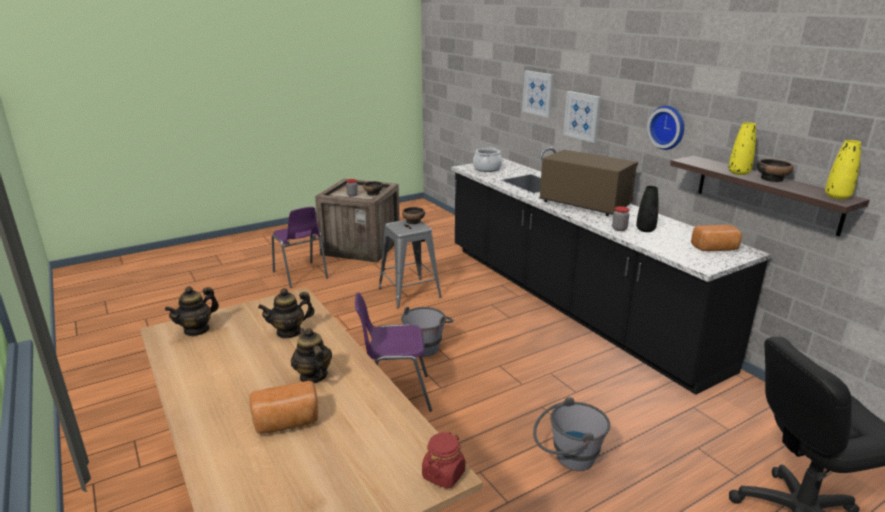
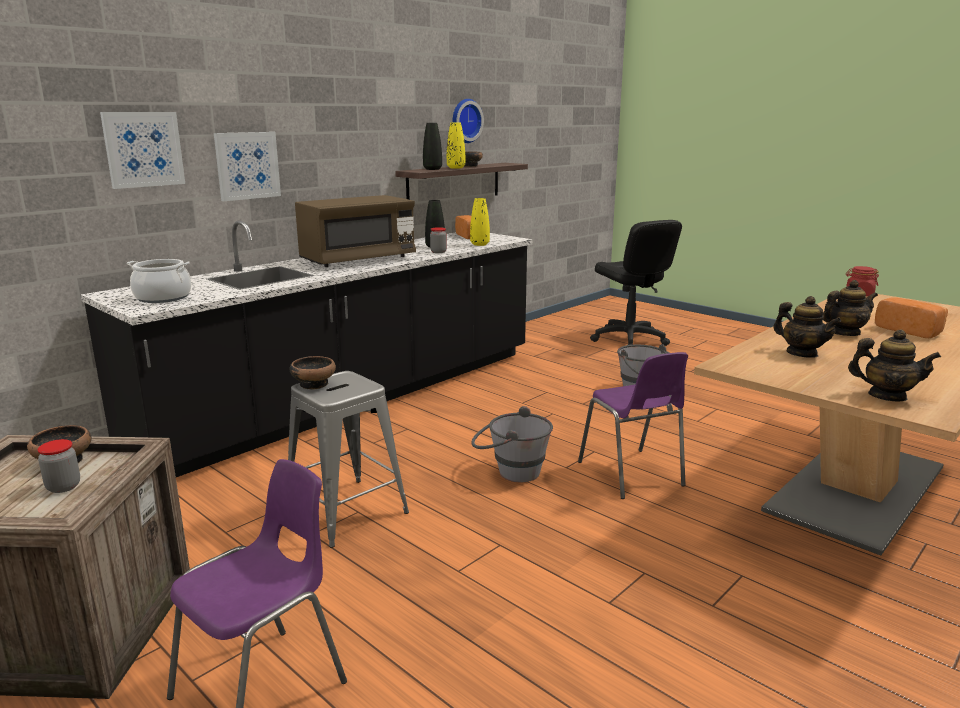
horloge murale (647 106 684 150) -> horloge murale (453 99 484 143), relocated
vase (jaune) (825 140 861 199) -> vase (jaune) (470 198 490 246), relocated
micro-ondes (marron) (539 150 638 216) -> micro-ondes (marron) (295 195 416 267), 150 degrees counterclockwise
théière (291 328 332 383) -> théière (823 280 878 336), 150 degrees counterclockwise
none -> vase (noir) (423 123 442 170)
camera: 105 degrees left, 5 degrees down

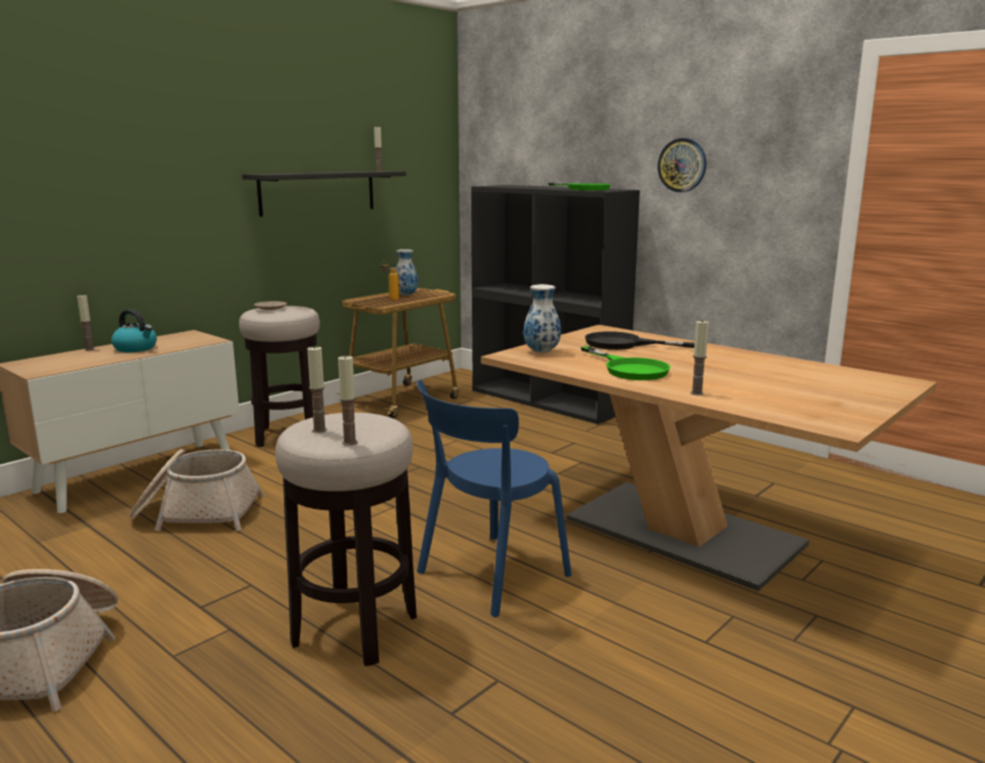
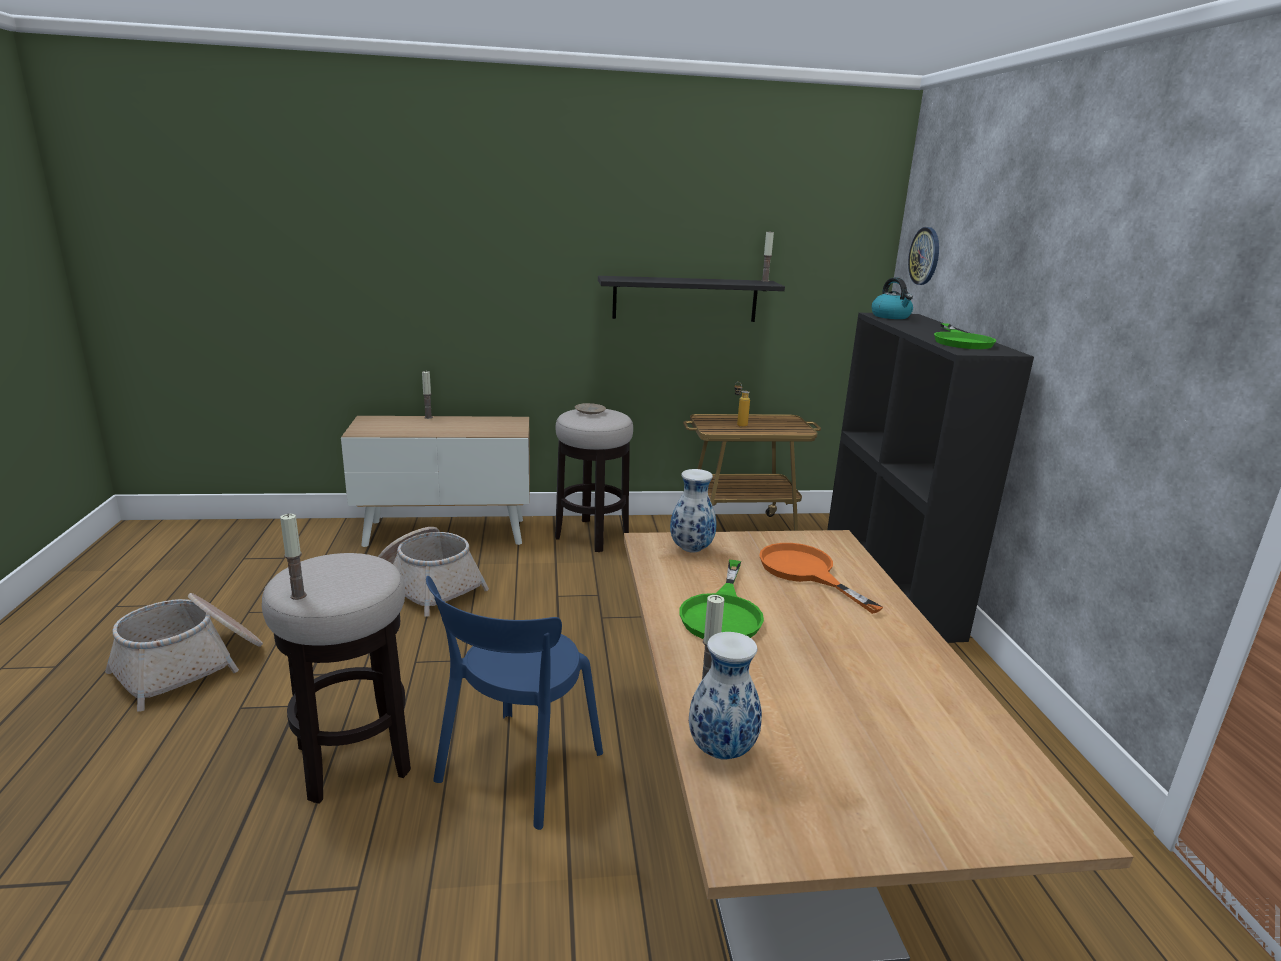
horloge murale (657 138 706 192) -> horloge murale (908 227 939 285), relocated
vase (396 249 418 296) -> vase (689 632 762 760), relocated
bouilloire (111 309 157 352) -> bouilloire (871 277 913 319), relocated
poêle (noir) (585 331 695 350) -> poêle (orange) (759 543 883 614)
bougie (307 345 327 433) -> none
chaise (bleu) (417 380 572 617) -> chaise (bleu) (426 576 603 830), 60 degrees counterclockwise
camera: 40 degrees right, 5 degrees up

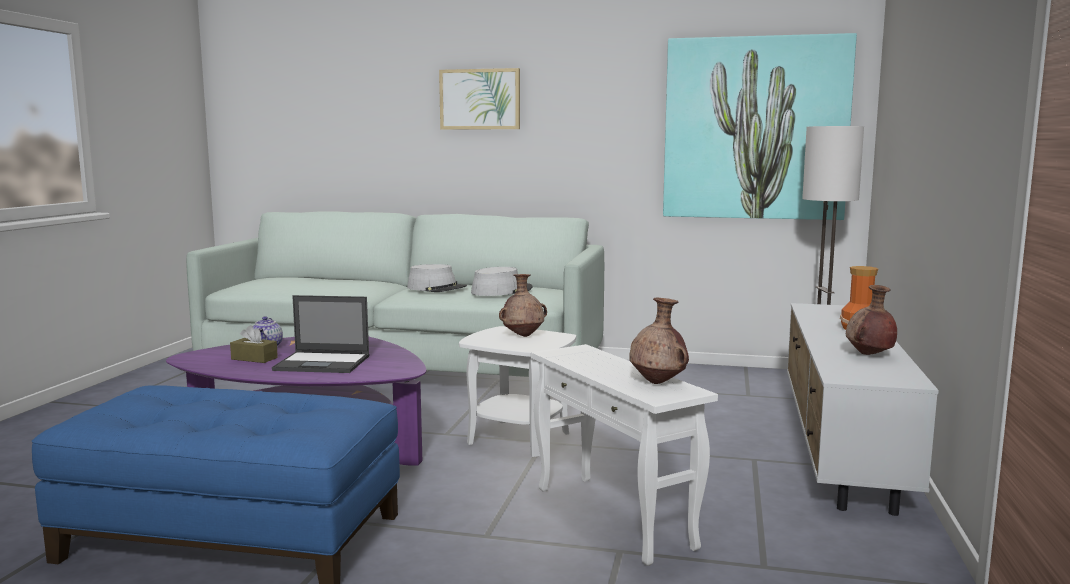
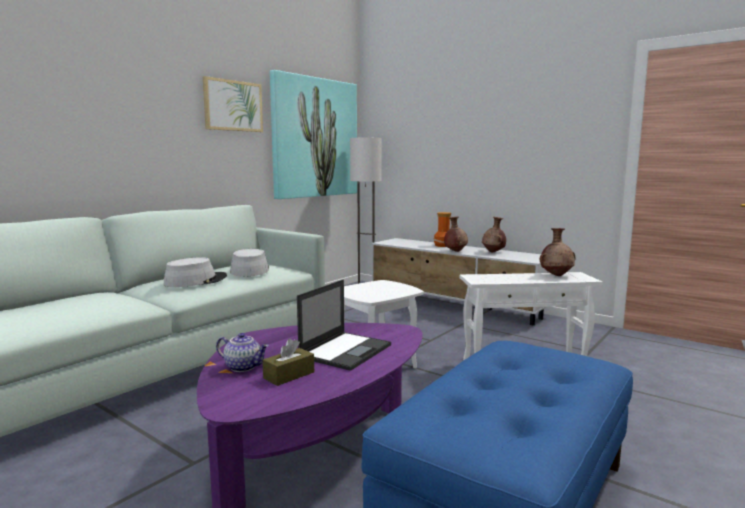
tableau (439 68 520 130) -> tableau (203 76 263 132), relocated
vase (marron) (499 274 547 337) -> vase (marron) (444 217 468 252), relocated
camera: 65 degrees left, 0 degrees up

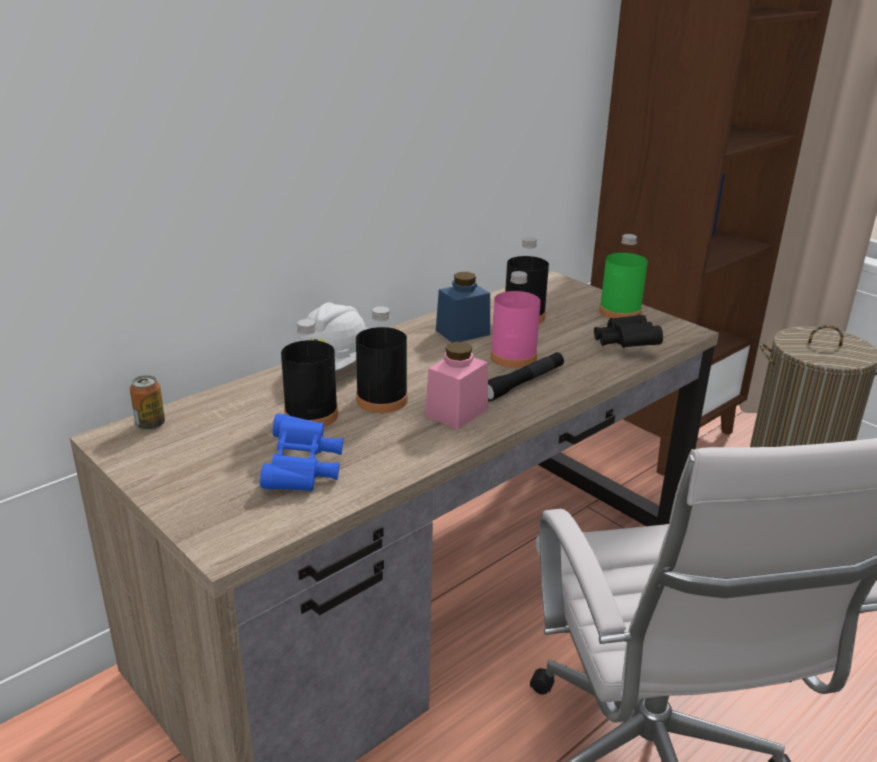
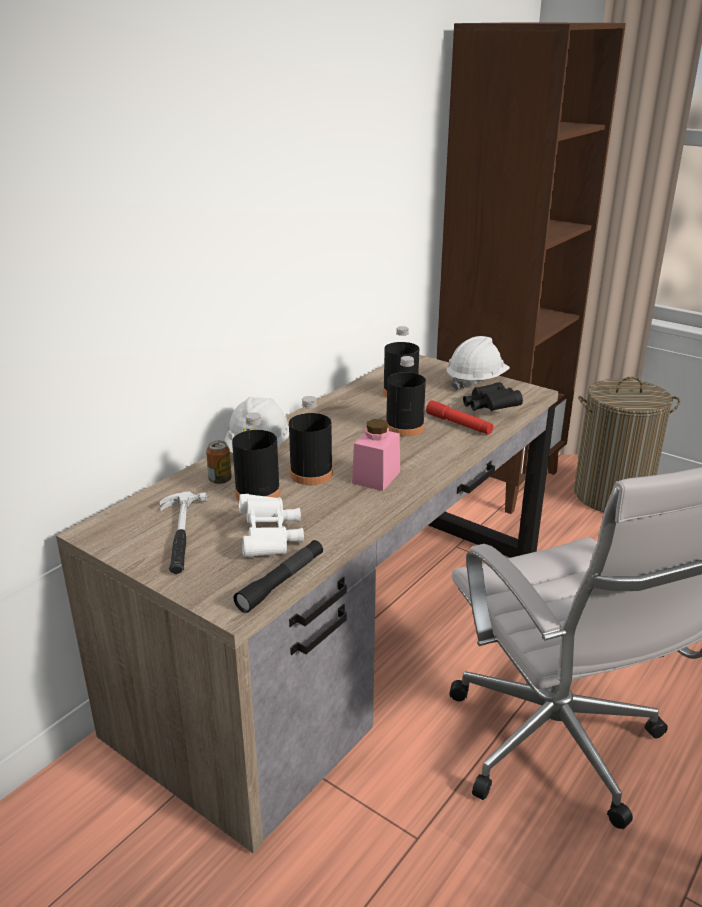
bouteille (vert) (599 234 648 319) -> casque de chantier (blanc) (447 336 510 391)
bouteille (rose) (490 271 541 368) -> bouteille (noir) (386 356 426 437)
bocal (bleu) (436 272 490 343) -> none
lampe de poche (noir) (488 352 564 401) -> lampe de poche (noir) (234 540 323 613), relocated
boîte métallique (130 375 165 430) -> boîte métallique (206 441 232 484), relocated
jumelles (bleu) (260 414 343 492) -> jumelles (blanc) (239 494 304 557)
none -> lampe de poche (rouge) (426 400 493 434)
none -> marteau (160 492 207 574)
camera: 10 degrees left, 0 degrees up

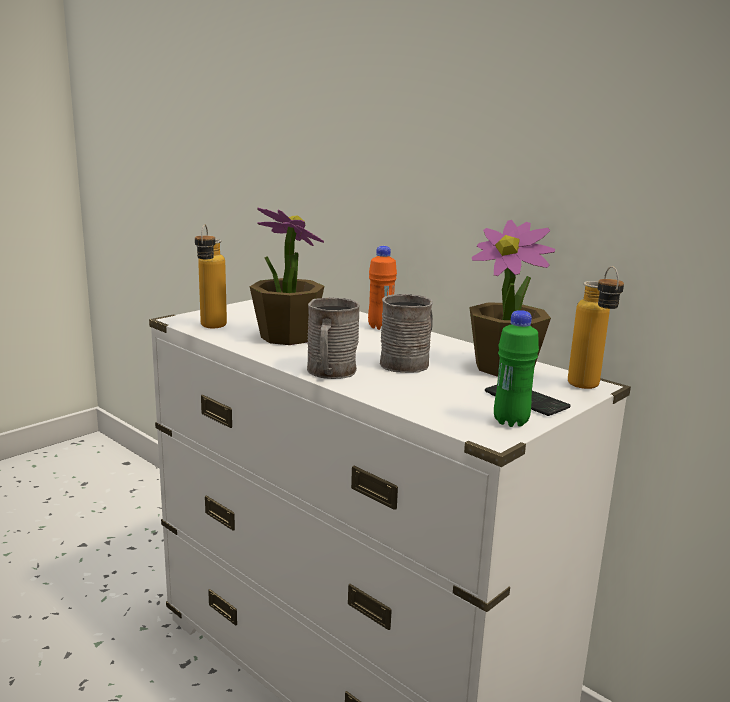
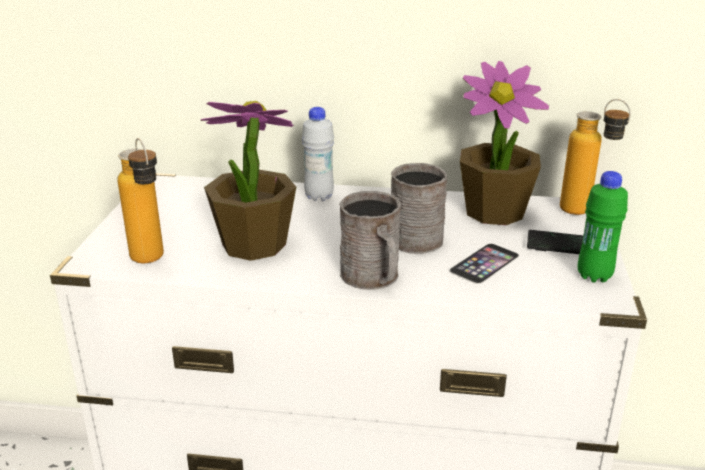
bouteille (orange) (368 246 397 330) -> bouteille (blanc) (302 107 334 201)
none -> téléphone (449 244 519 284)
camera: 35 degrees left, 10 degrees up

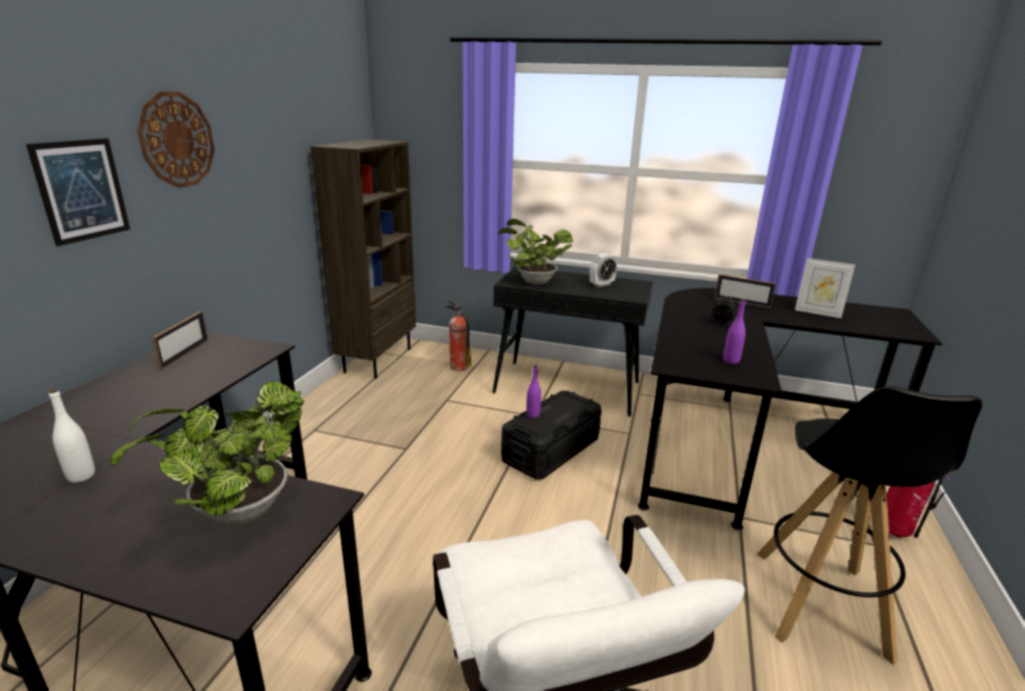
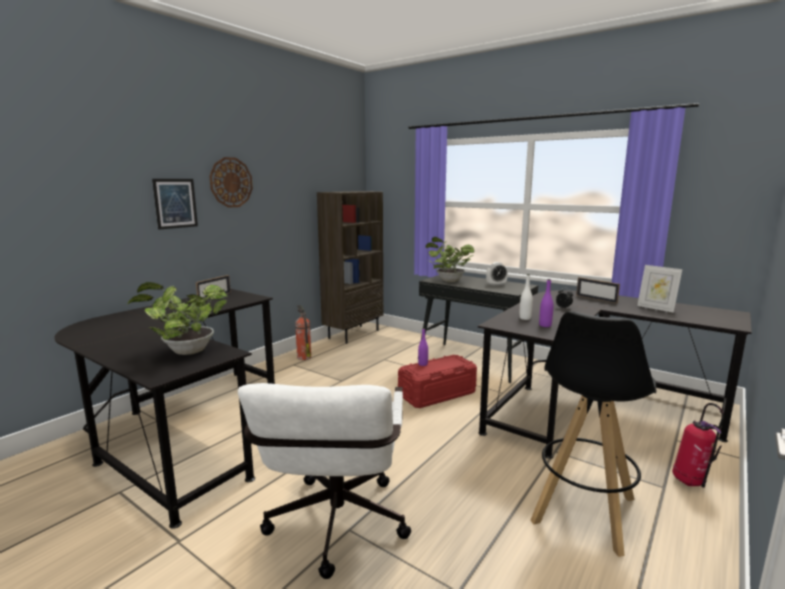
extincteur (446 300 472 371) -> extincteur (295 305 311 360), relocated
bouteille (blanc) (49 388 95 483) -> bouteille (blanc) (519 274 533 320), relocated
boîte de rangement (noir) (501 391 602 480) -> boîte de rangement (rouge) (398 355 477 408)
camera: 20 degrees right, 10 degrees down

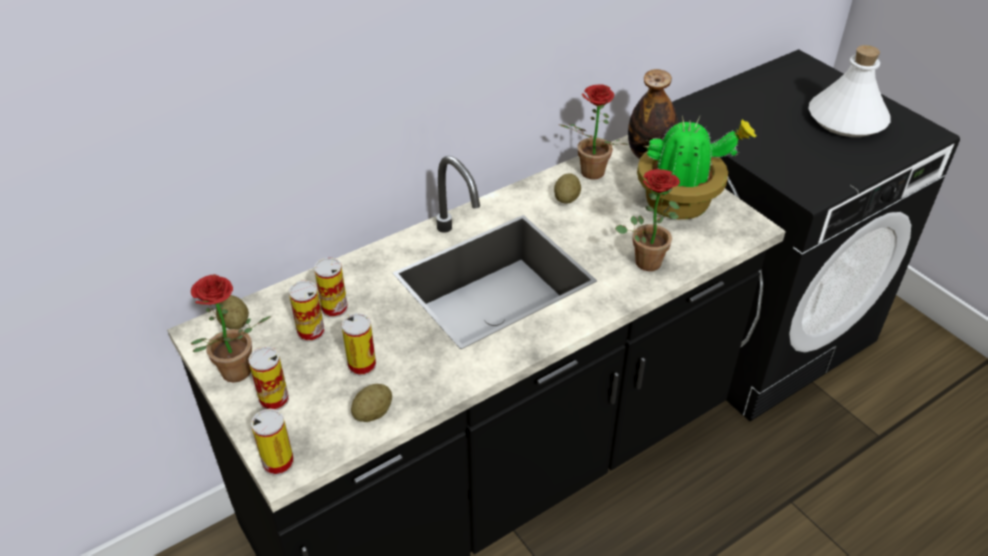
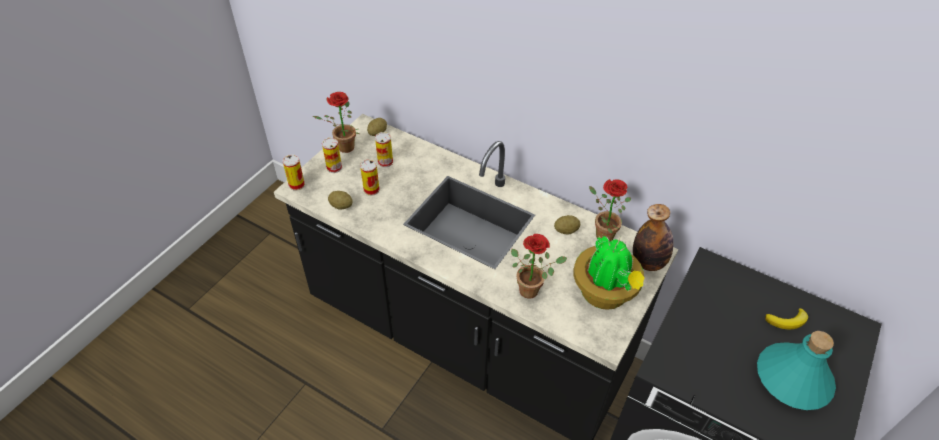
bouteille (blanc) (808 45 891 137) -> bouteille (turquoise) (757 331 836 410)
boîte métallique (314 257 348 318) -> none
none -> banane (765 308 808 329)
camera: 65 degrees right, 5 degrees up

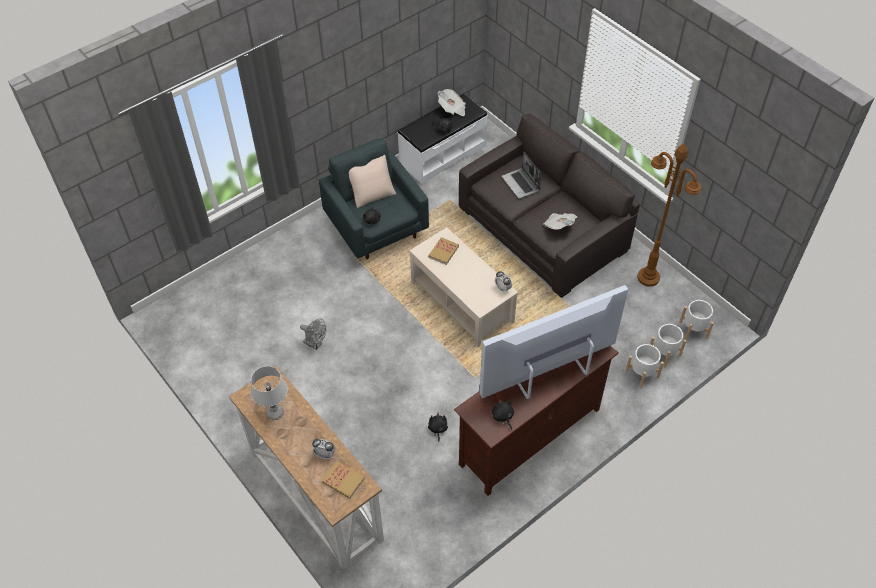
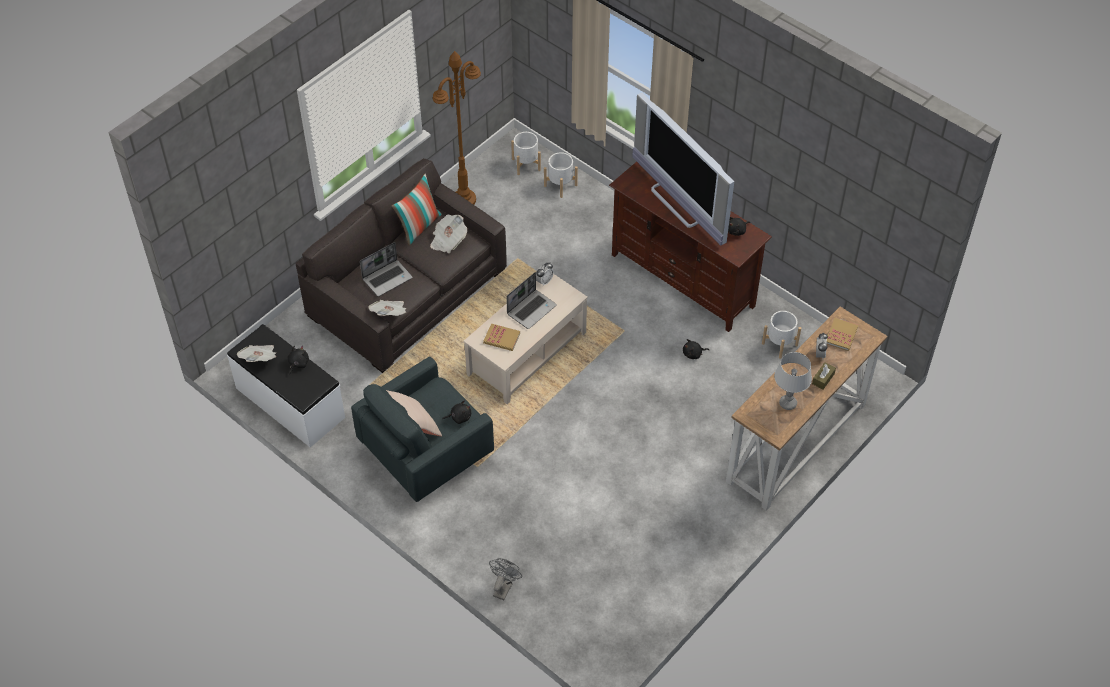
ventilateur (gris) (300 319 326 350) -> ventilateur (gris) (489 558 522 600), relocated
cache-pot (blanc) (625 344 664 388) -> cache-pot (blanc) (762 311 801 359), relocated
none -> coussin (392 174 442 246)
none -> ordinateur portable (506 272 557 329)
none -> journal (368 300 406 316)
none -> boîte à mouchoirs (marron) (812 362 836 389)
camera: 100 degrees left, 0 degrees up

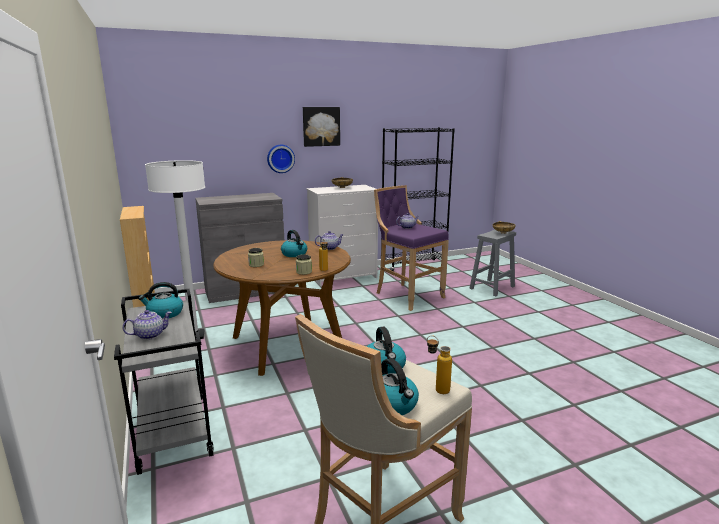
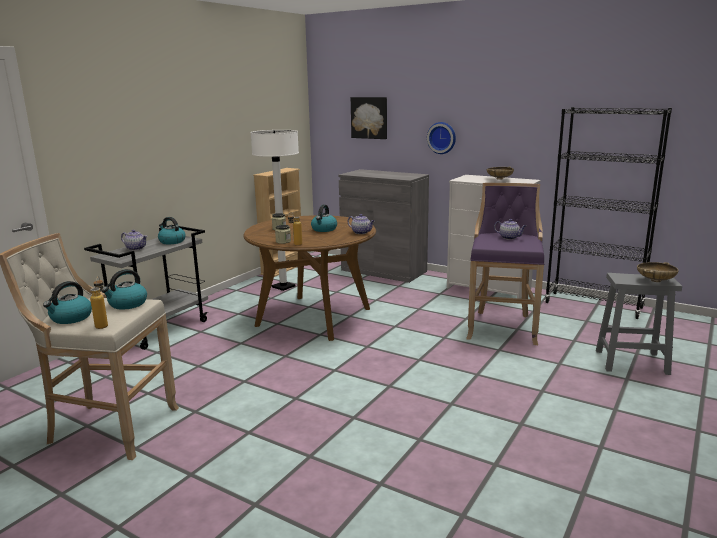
tableau (303 107 340 147) -> tableau (351 97 387 139), relocated
camera: 55 degrees right, 0 degrees up

